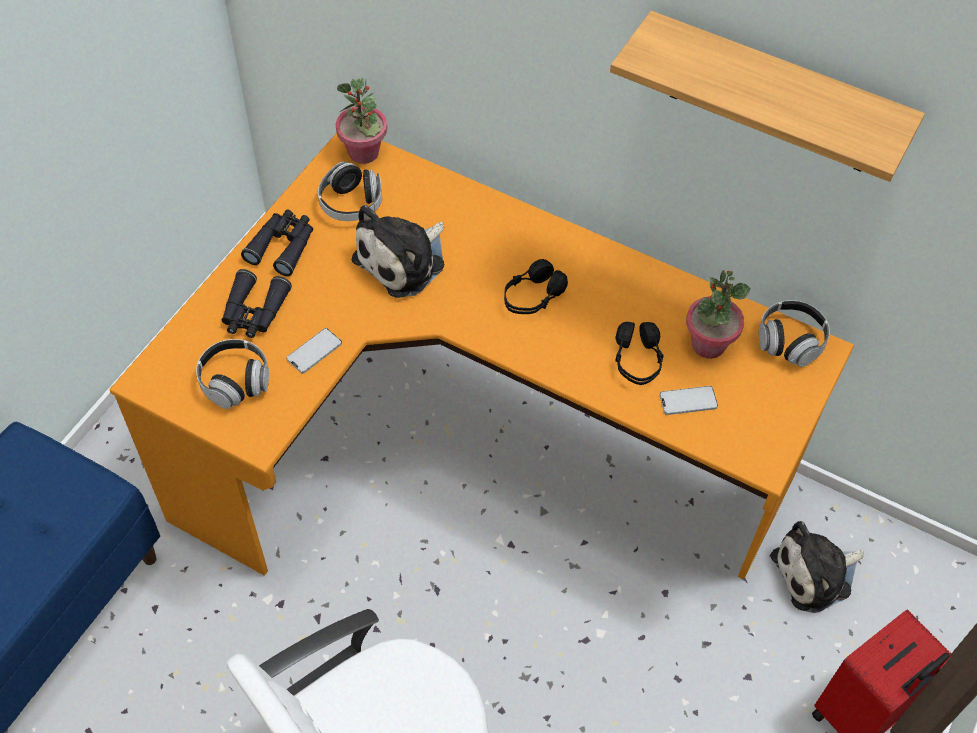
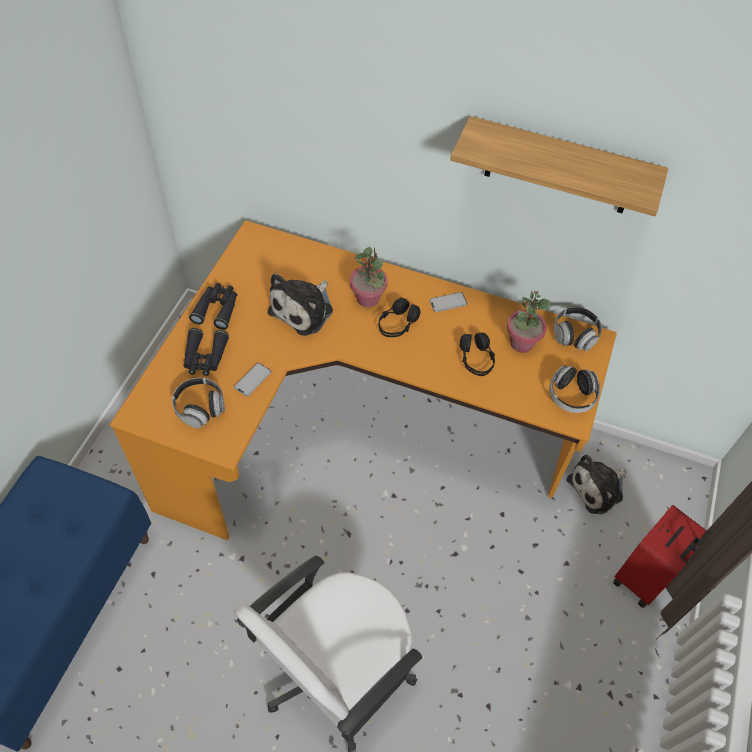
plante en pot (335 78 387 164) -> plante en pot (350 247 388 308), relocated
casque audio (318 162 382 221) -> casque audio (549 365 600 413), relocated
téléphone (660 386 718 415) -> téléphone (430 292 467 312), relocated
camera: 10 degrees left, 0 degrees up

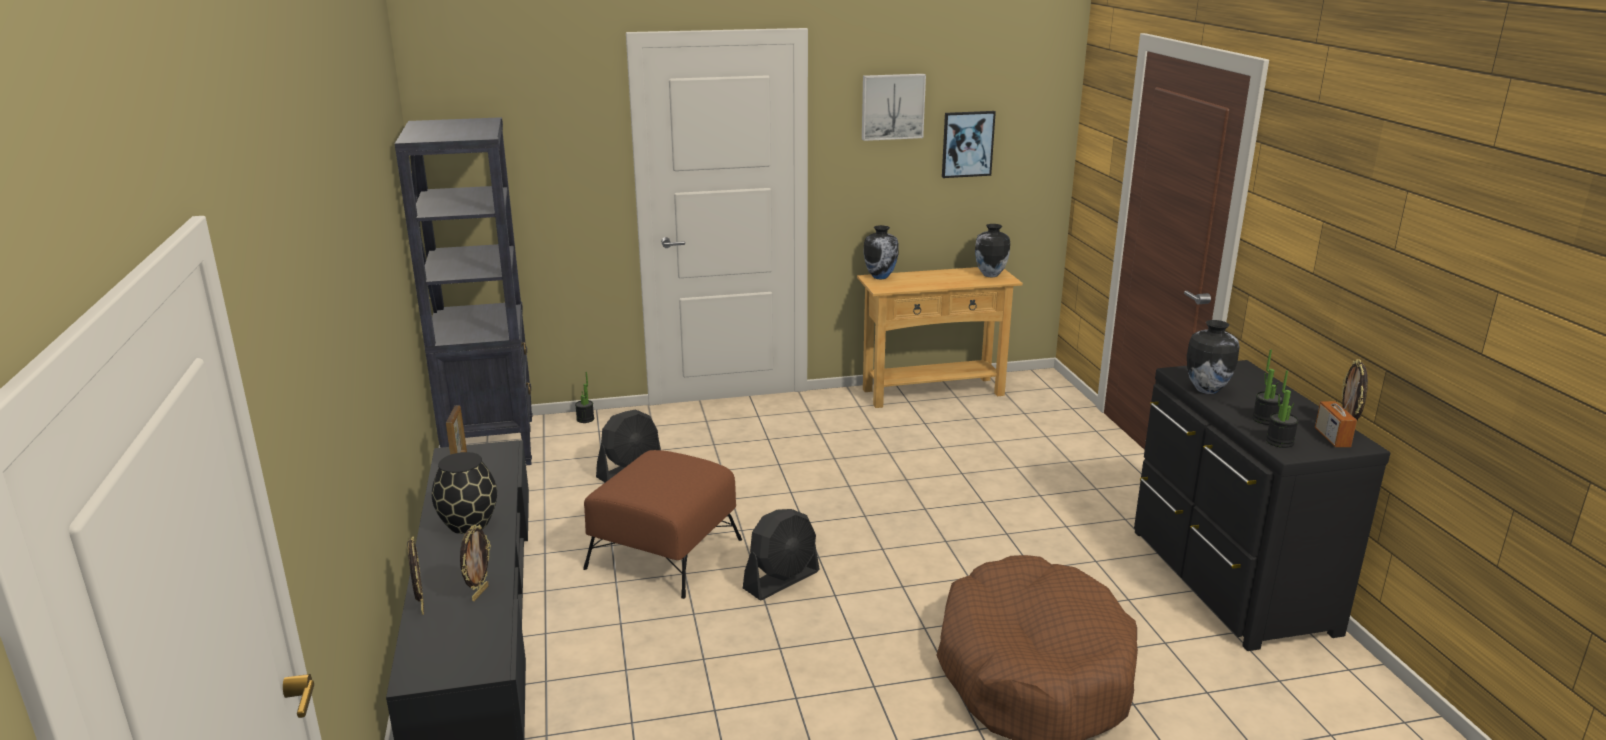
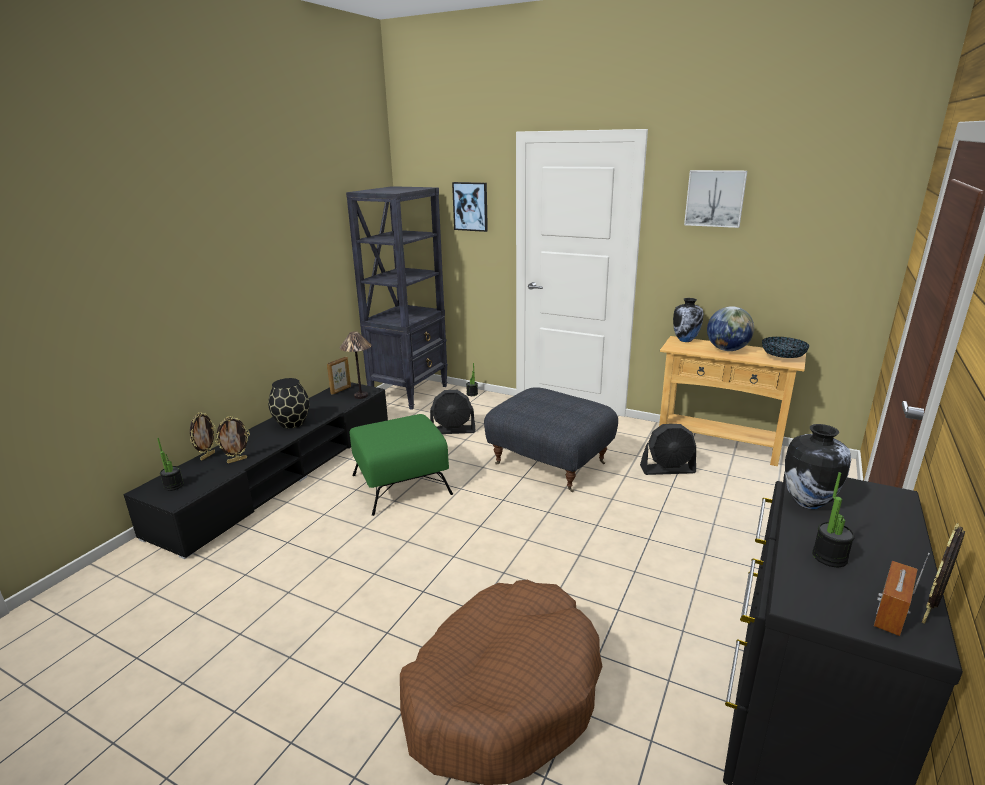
tableau (942 111 996 178) -> tableau (452 182 488 232), relocated
vase (975 224 1010 277) -> bol (762 337 809 358)
plante en pot (1266 370 1299 448) -> plante en pot (157 438 184 491), relocated
pouf (marron) (583 450 742 599) -> pouf (vert) (349 414 453 516)
ventilateur (noir) (743 509 820 600) -> ventilateur (noir) (640 424 696 475), relocated
none -> globe (707 306 754 351)
none -> lampe de table (340 331 371 399)
none -> pouf (gris) (484 387 618 492)
camera: 40 degrees right, 0 degrees up

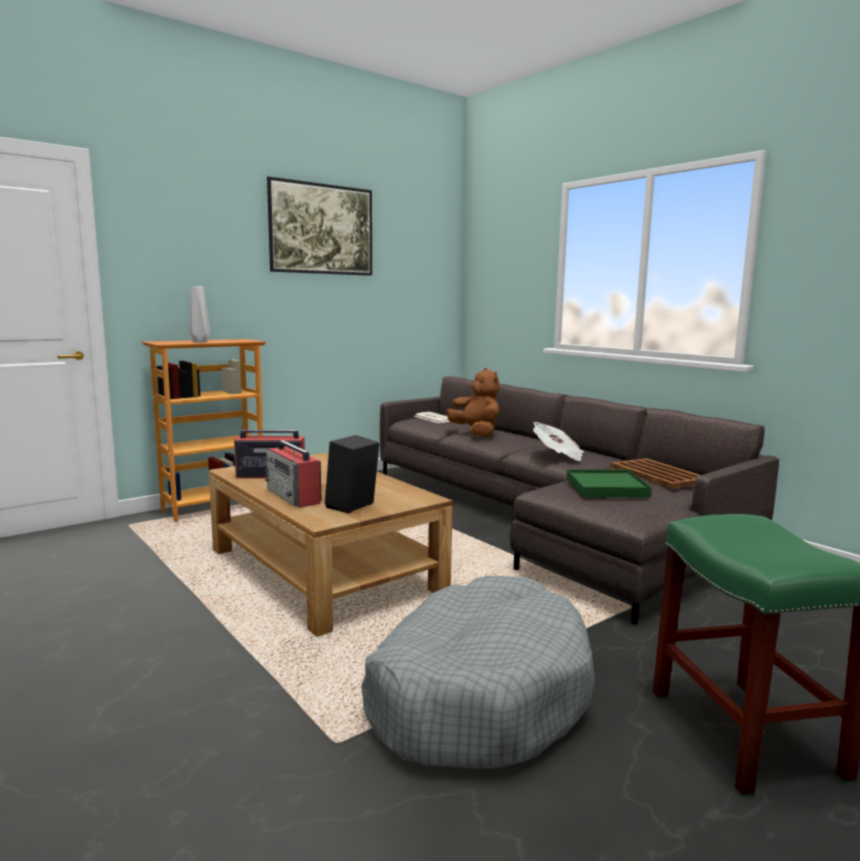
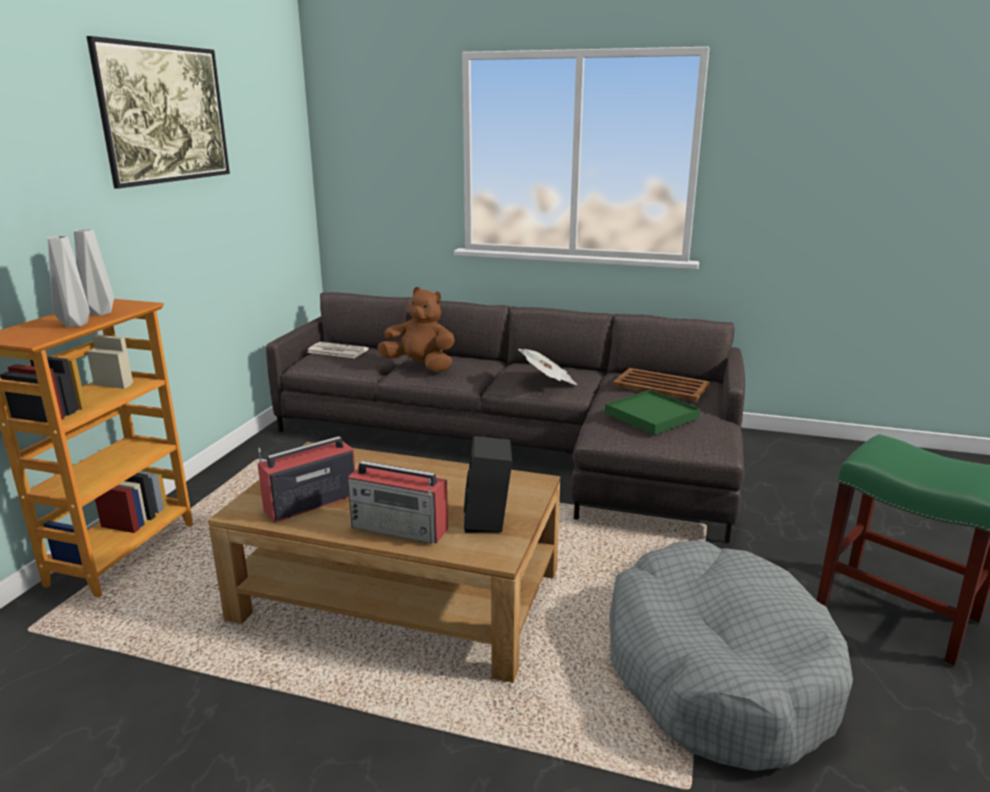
none -> vase (gris) (74 229 114 316)
camera: 35 degrees left, 10 degrees up

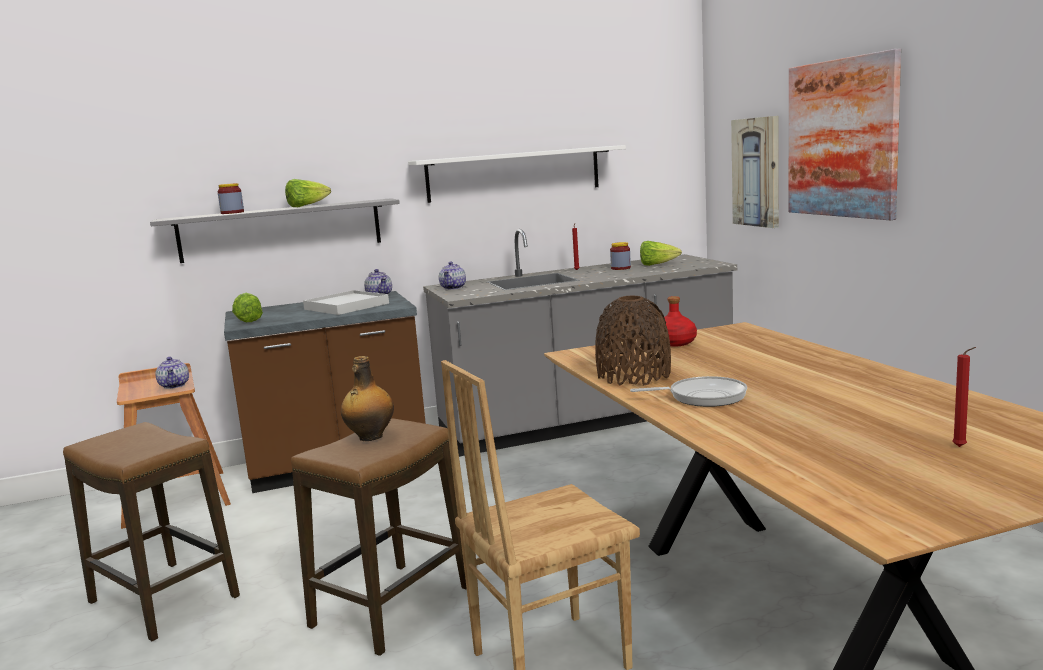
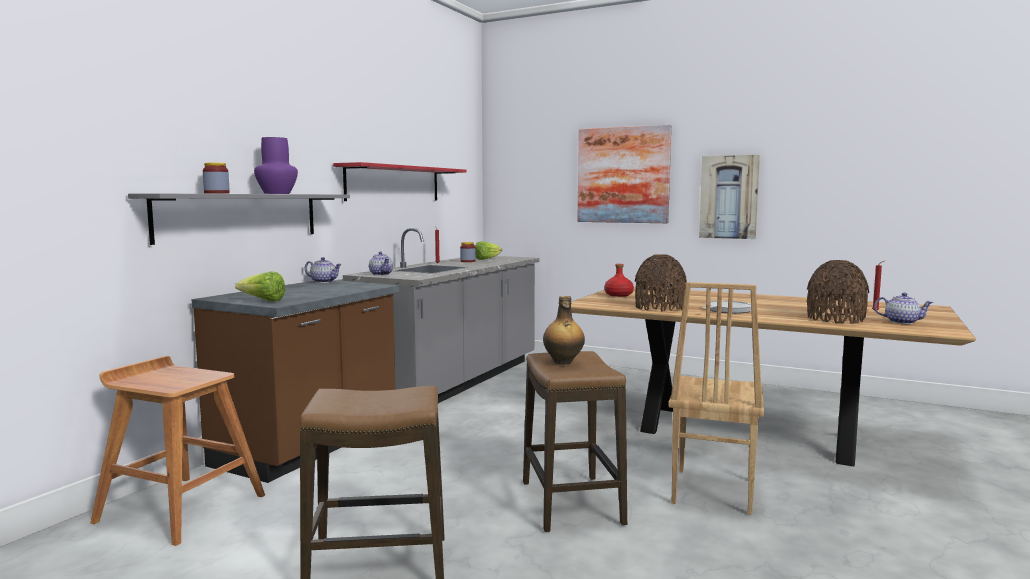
tableau (731 116 779 228) -> tableau (699 155 760 239), relocated
étagère (blanc) (408 145 626 203) -> étagère (rouge) (333 162 467 201)
laitue (285 179 331 207) -> vase (violet) (254 137 298 194)
plateau (blanc) (303 290 389 315) -> none
théière (155 357 189 389) -> théière (874 293 934 324), relocated
none -> vase (marron) (807 260 869 324)
camera: 45 degrees left, 5 degrees down

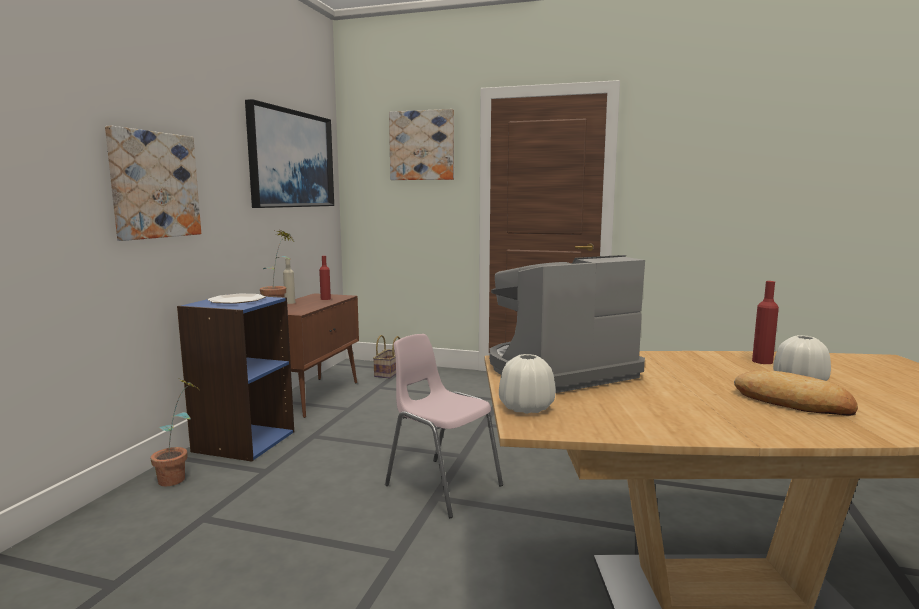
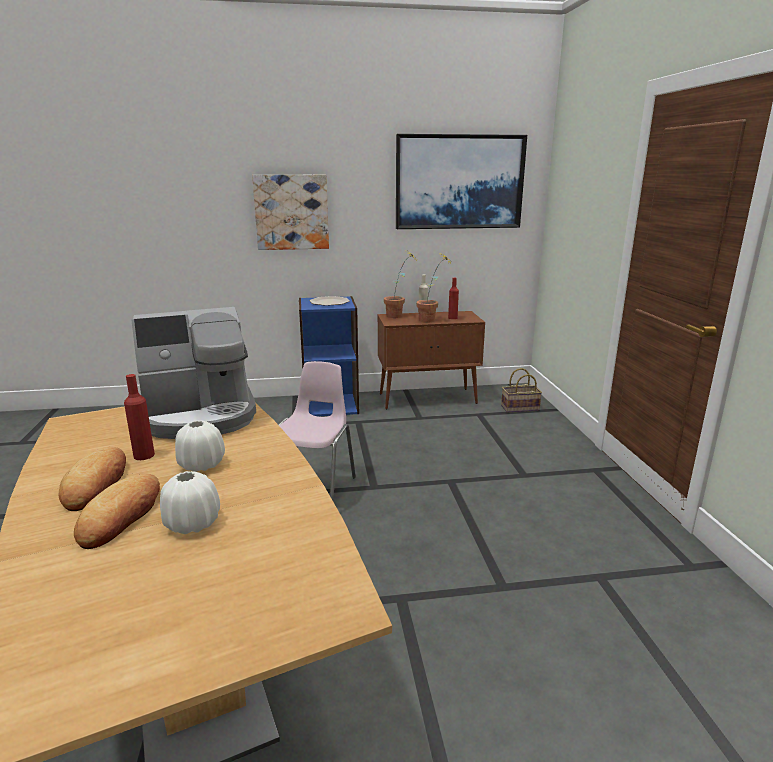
tableau (389 109 454 180) -> none
machine à café (489 255 645 393) -> machine à café (131 307 256 439), 120 degrees clockwise
bouteille (rouge) (752 281 779 364) -> bouteille (rouge) (124 374 155 460), relocated
vase (blanc) (499 354 555 414) -> vase (blanc) (175 420 225 472), relocated
plante en pot (150 380 201 486) -> plante en pot (416 253 451 323), relocated
none -> pain (59 447 126 511)
camera: 65 degrees right, 10 degrees up

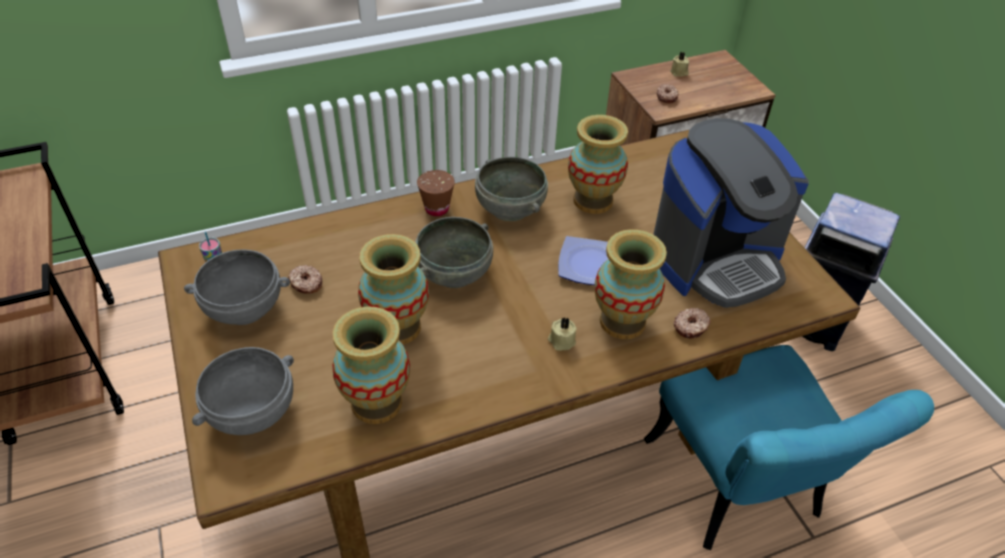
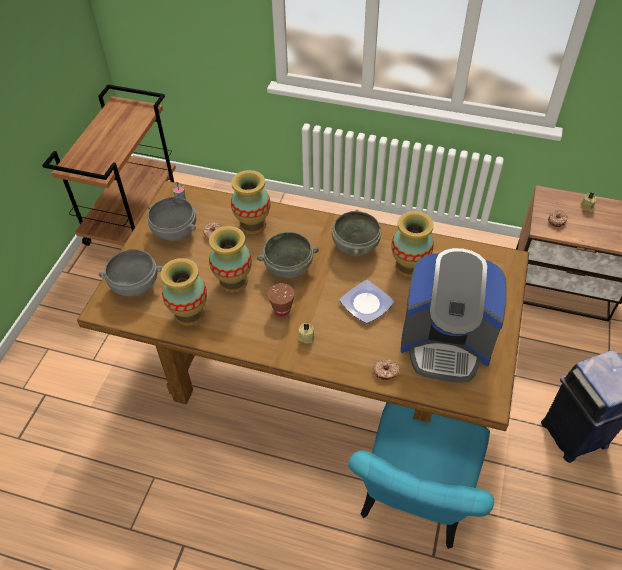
tasse (marron) (417 170 455 216) -> tasse (marron) (267 283 295 316), relocated
vase (594 229 667 339) -> vase (231 170 270 234), relocated
camera: 40 degrees right, 5 degrees up

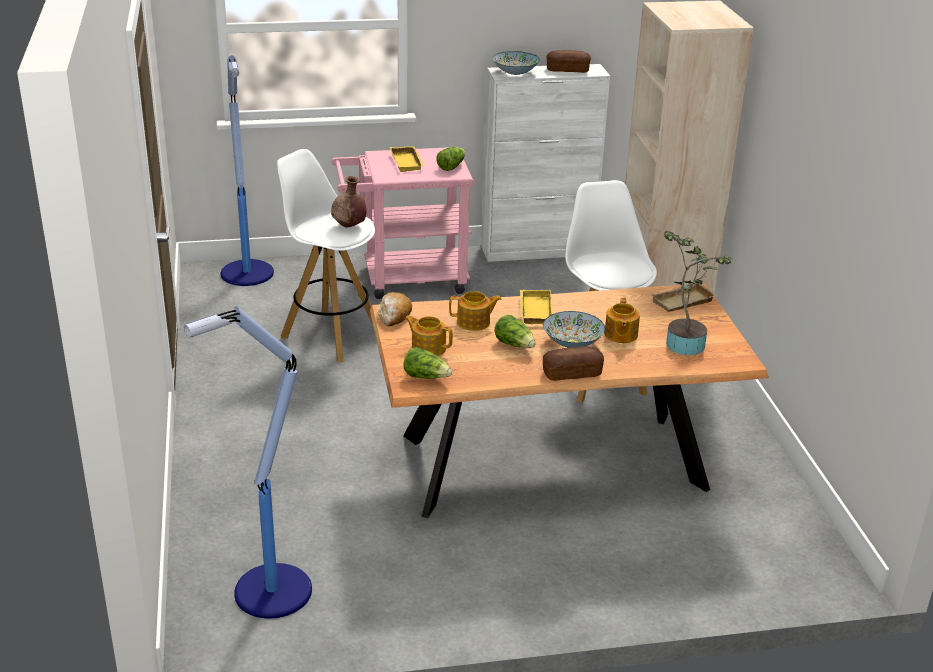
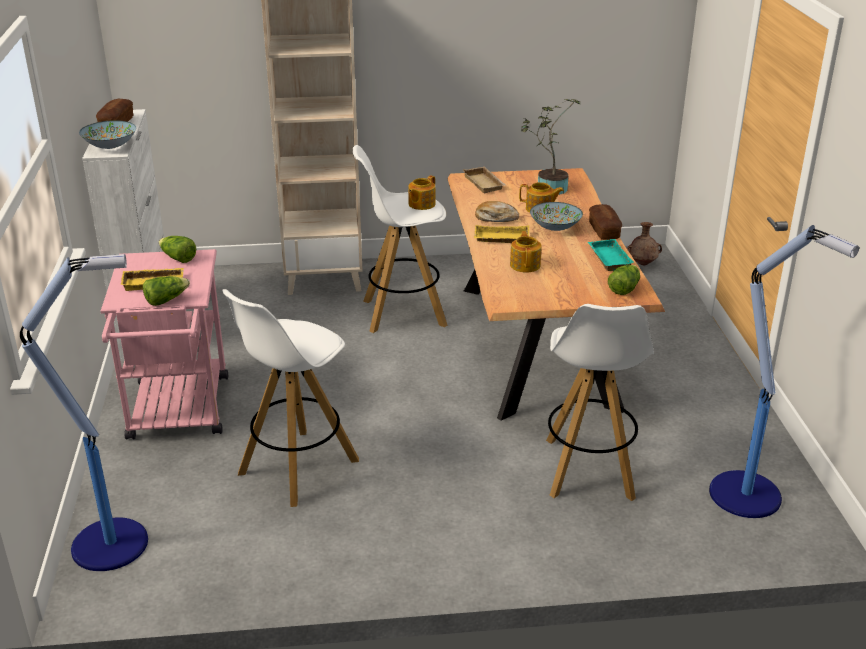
vase (marron) (331 176 367 228) -> vase (marron) (627 222 662 265), relocated
pain (377 292 412 326) -> pain (475 201 519 222), relocated
théière (404 315 453 356) -> théière (408 175 436 210), relocated
laitue (495 315 536 348) -> laitue (143 276 190 306), relocated
none -> plateau (turquoise) (588 239 634 271)
none -> tabouret (blanc) (546 304 654 501)
camera: 85 degrees left, 0 degrees up

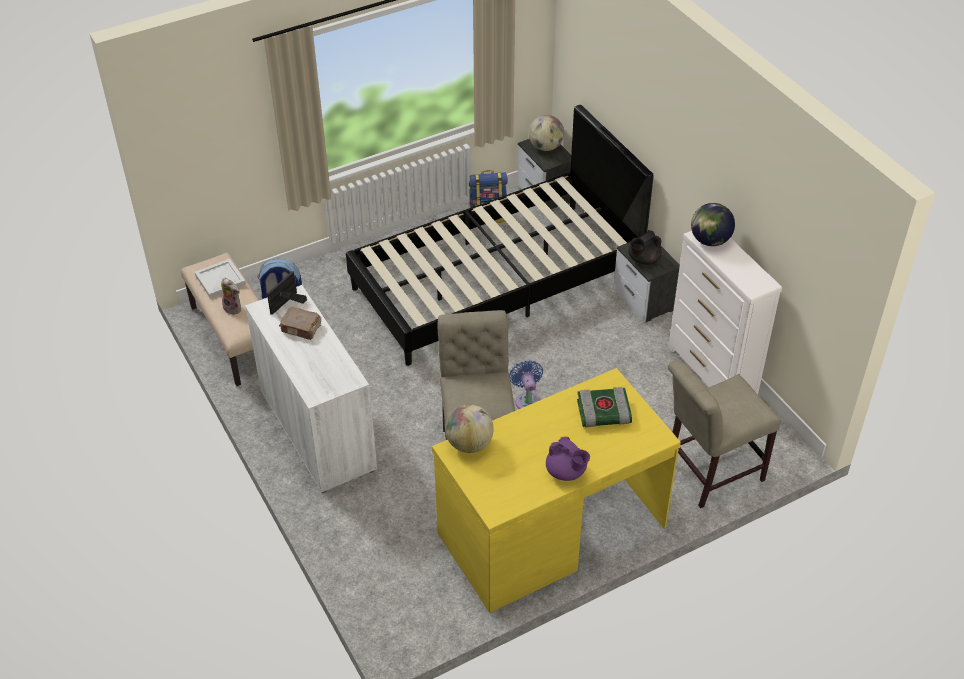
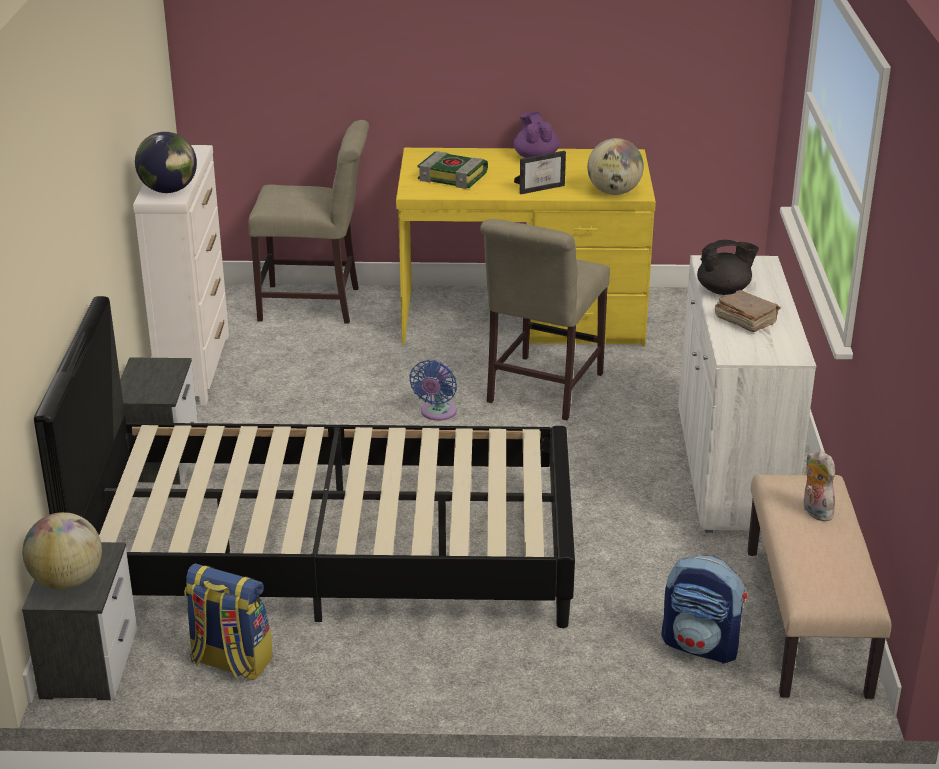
théière (noir) (628 230 662 265) -> théière (noir) (697 240 759 295), relocated
plateau (blanc) (195 259 246 298) -> none
cadre photo (267 271 307 315) -> cadre photo (514 151 566 194), relocated
camera: 150 degrees left, 15 degrees down

